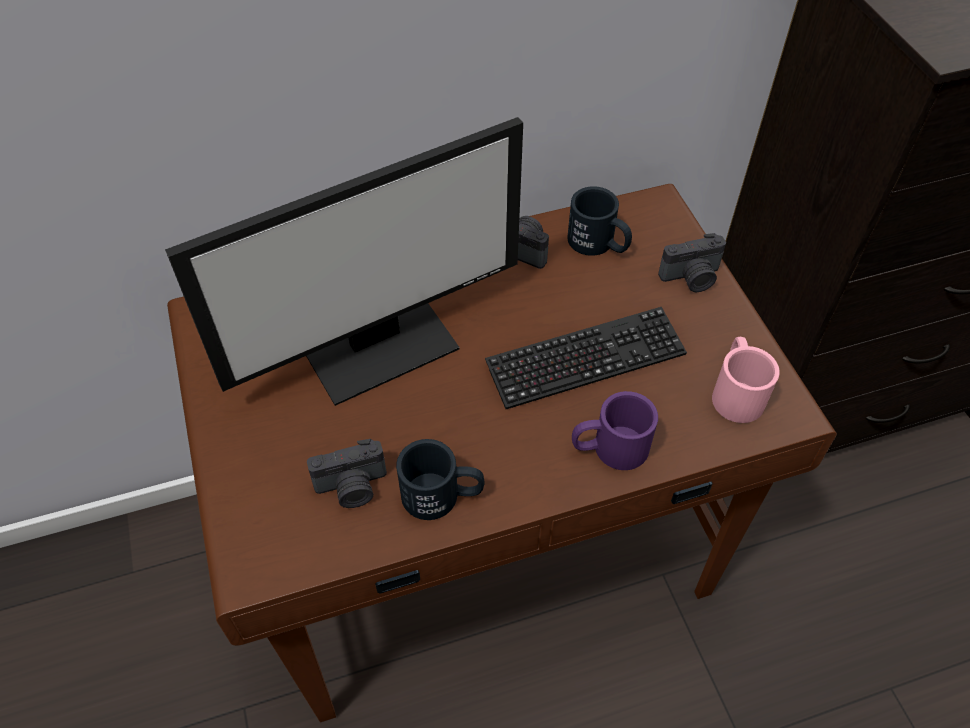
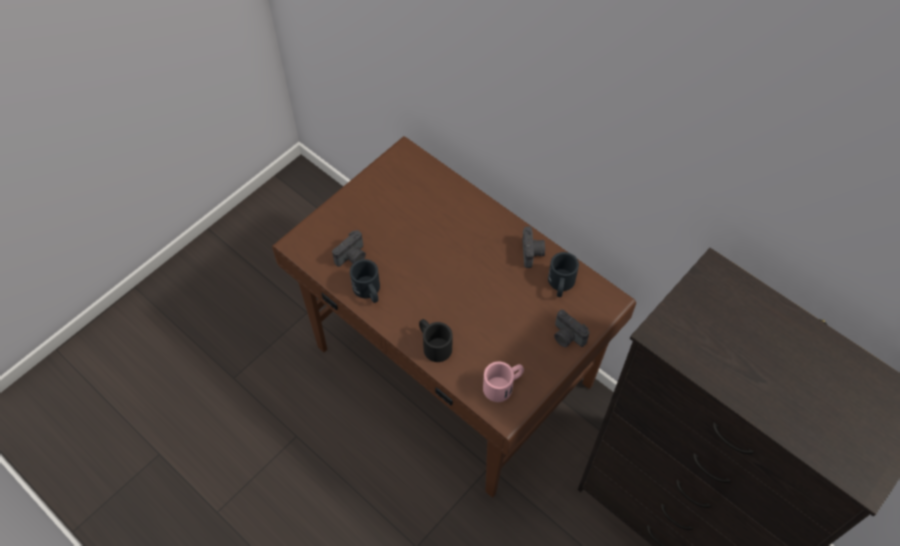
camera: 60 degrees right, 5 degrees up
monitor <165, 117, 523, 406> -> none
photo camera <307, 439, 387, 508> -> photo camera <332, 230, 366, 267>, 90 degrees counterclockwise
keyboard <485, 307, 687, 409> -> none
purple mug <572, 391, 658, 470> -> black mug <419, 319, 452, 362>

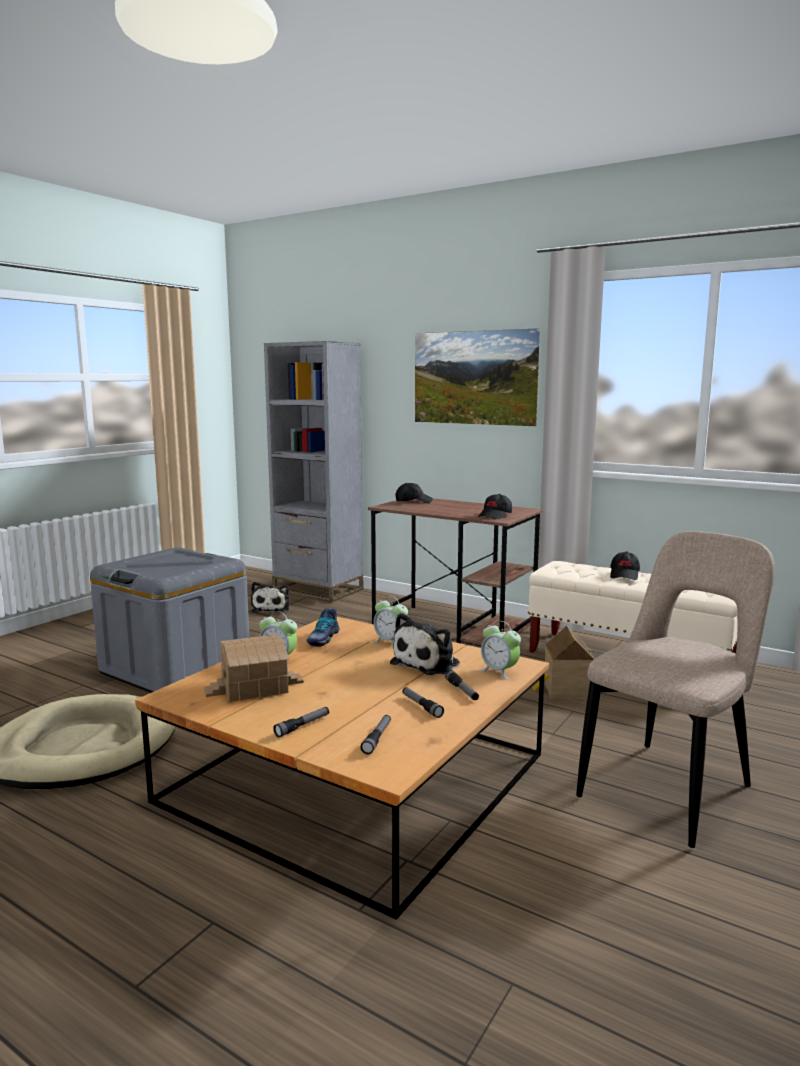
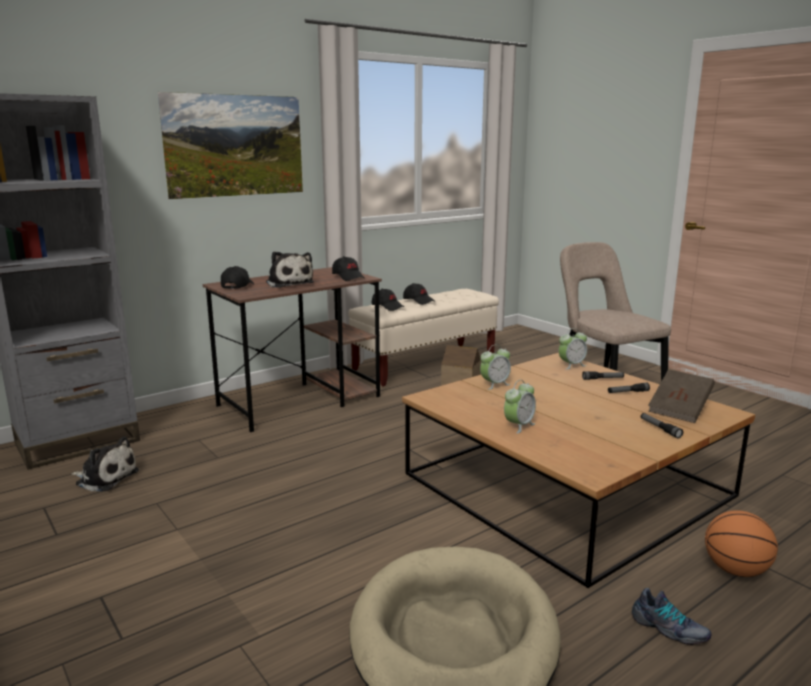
camera: 70 degrees left, 5 degrees up
grey storage box <90, 547, 249, 693> -> none
toy house <204, 635, 304, 702> -> none
shoe <306, 608, 339, 647> -> shoe <632, 588, 711, 645>, shifted
flashlight <360, 715, 391, 754> -> brown book <649, 369, 715, 423>
plush toy <390, 613, 460, 675> -> plush toy <266, 251, 314, 288>, shifted
none -> black cap <372, 289, 404, 311>
none -> basketball <705, 510, 778, 577>

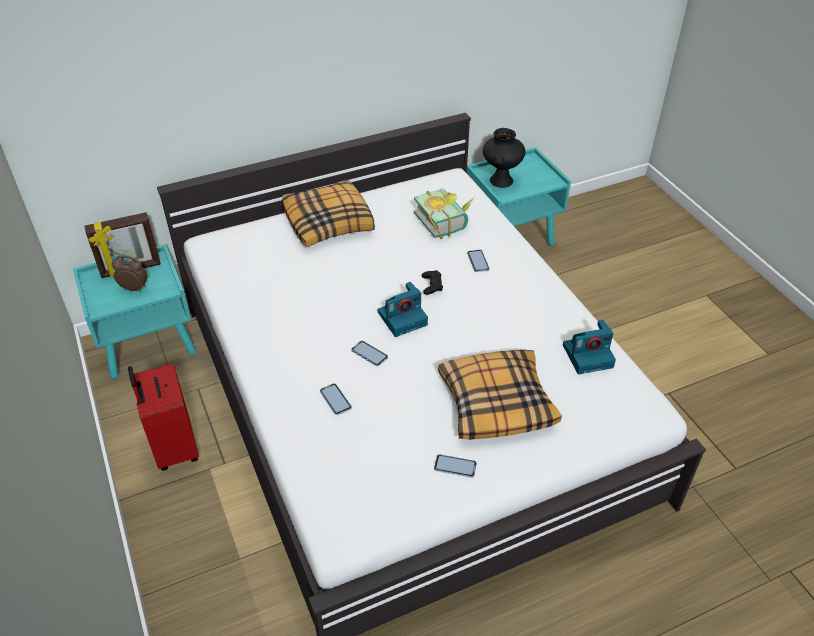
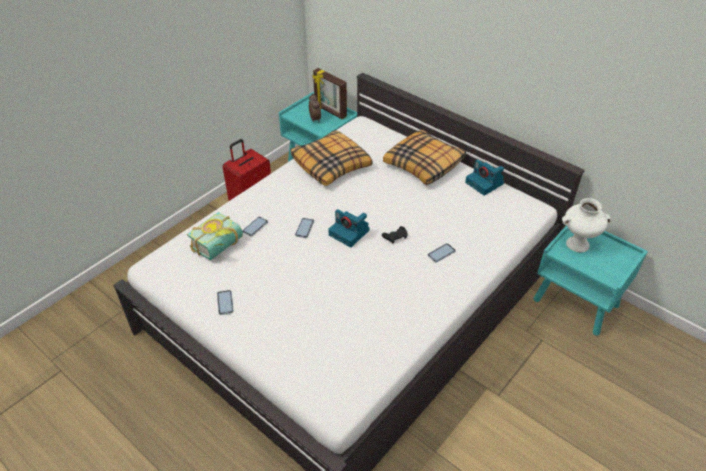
camera: 65 degrees right, 0 degrees up
book <414, 189, 473, 239> -> book <187, 212, 243, 260>, shifted
pillow <438, 350, 562, 440> -> pillow <291, 130, 372, 186>, shifted
black vase <483, 128, 526, 188> -> white vase <562, 198, 611, 252>
photo camera <563, 320, 616, 374> -> photo camera <465, 160, 504, 196>, shifted

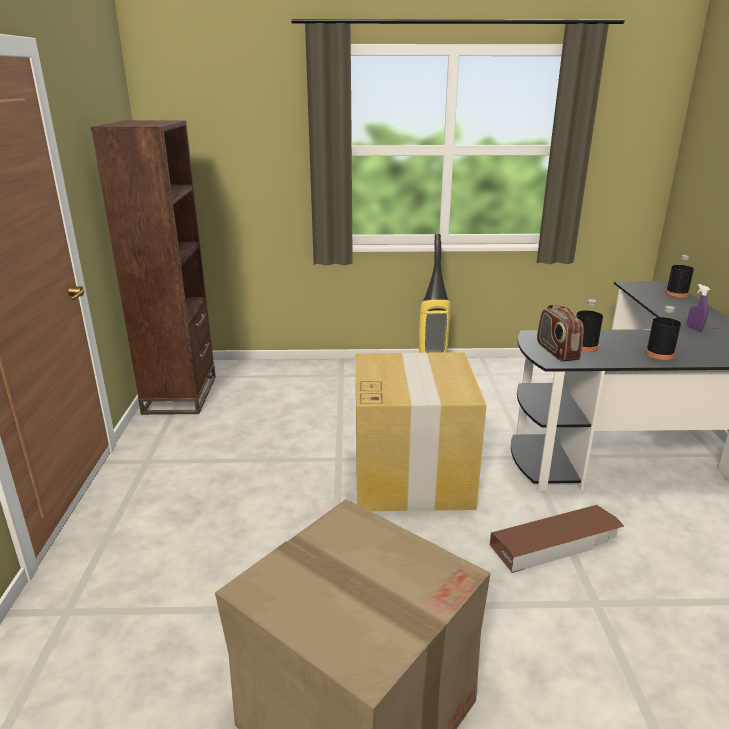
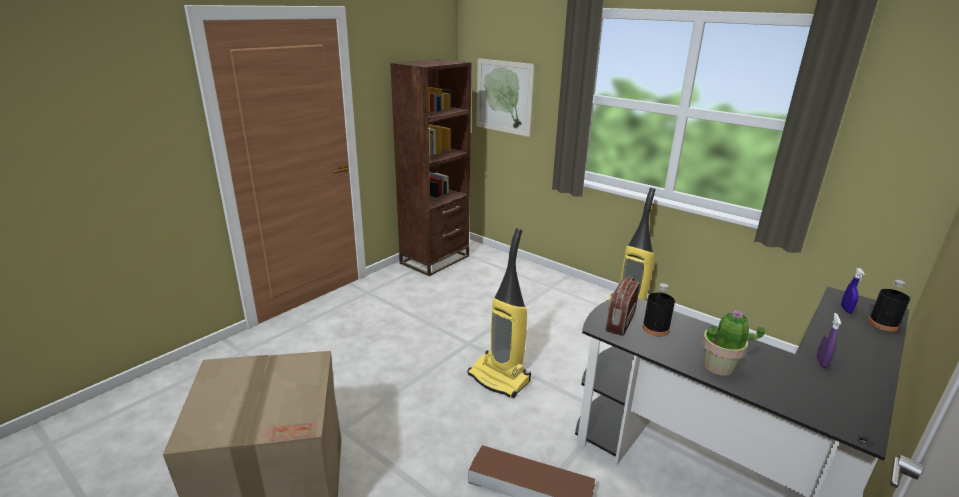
camera: 40 degrees right, 0 degrees up
cardboard box <356, 352, 487, 511> -> vacuum cleaner <467, 228, 531, 398>
black bottle <646, 306, 681, 360> -> potted plant <702, 310, 765, 376>
none -> picture <476, 58, 535, 137>
none -> blue spray bottle <841, 268, 865, 313>

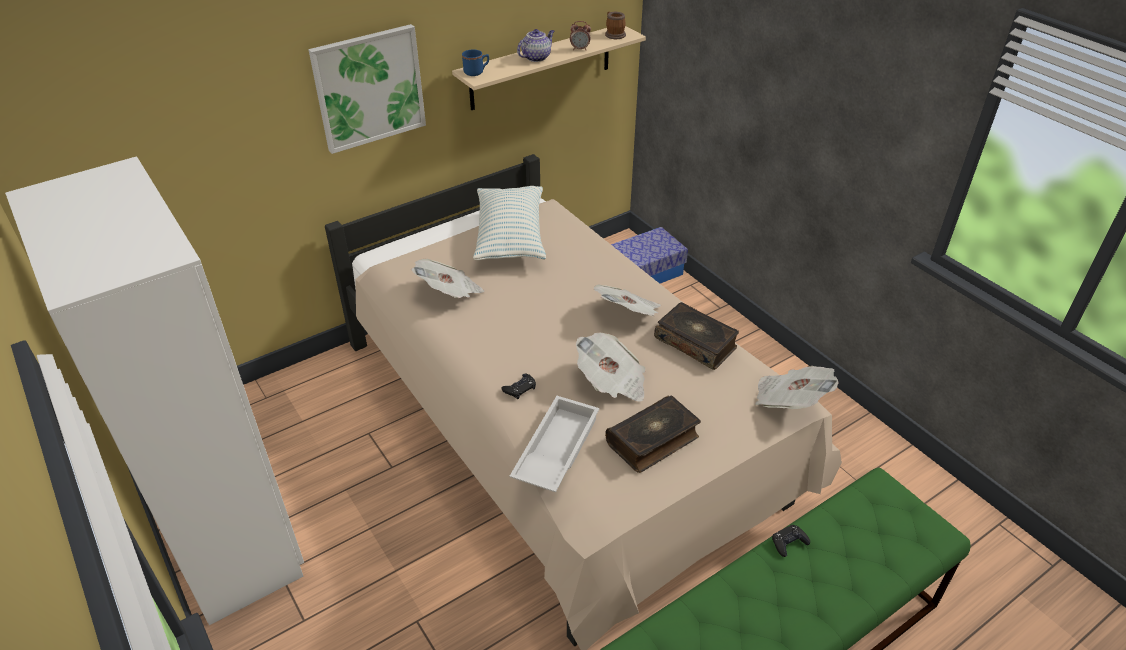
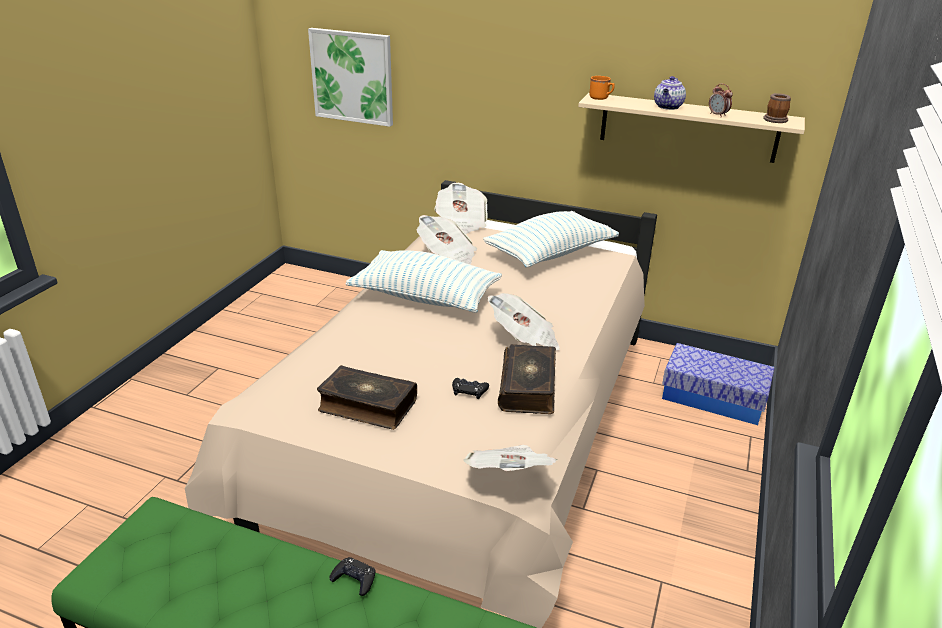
camera: 55 degrees right, 10 degrees down
white wardrobe <5, 156, 304, 625> -> none
picture <308, 24, 426, 154> -> picture <308, 28, 393, 127>, shifted
blue mug <462, 49, 489, 76> -> orange mug <589, 76, 615, 100>
black game controller <501, 374, 536, 399> -> black game controller <452, 378, 489, 399>, shifted
white tray <509, 396, 599, 492> -> none
teapot <517, 29, 554, 62> -> teapot <654, 76, 686, 110>, 105 degrees clockwise
newspaper <576, 333, 645, 402> -> newspaper <434, 183, 488, 234>, shifted
none -> pillow <346, 250, 502, 313>

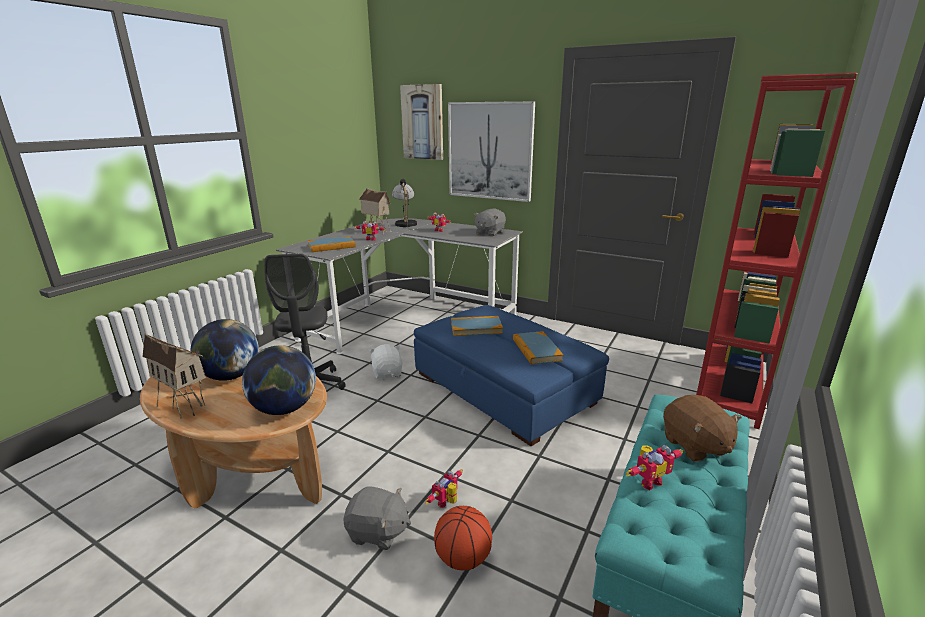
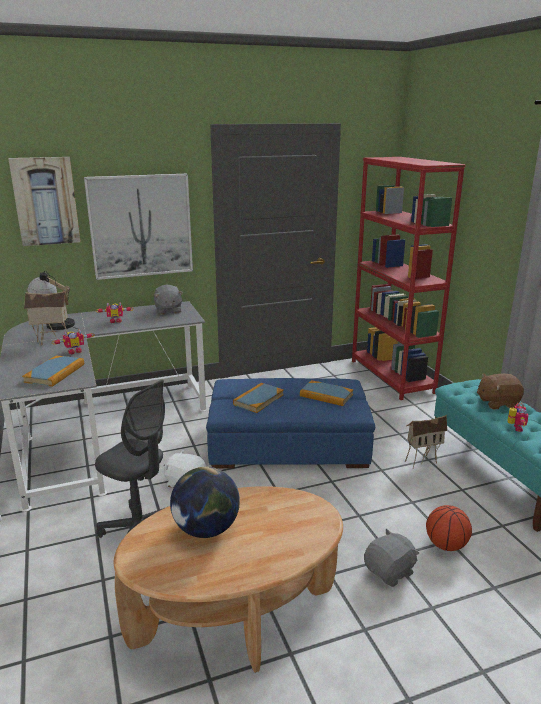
camera: 50 degrees left, 0 degrees up
toy house <143, 333, 206, 419> -> toy house <405, 415, 447, 468>, shifted
globe <242, 345, 316, 415> -> none
toy robot <425, 469, 463, 508> -> none
brown plush toy <663, 395, 742, 462> -> brown plush toy <477, 373, 524, 409>, 150 degrees clockwise

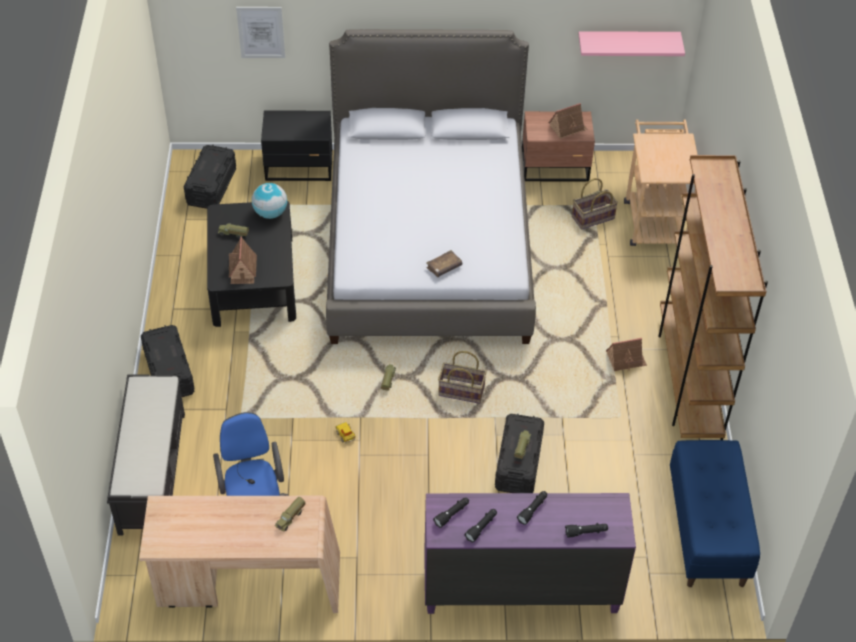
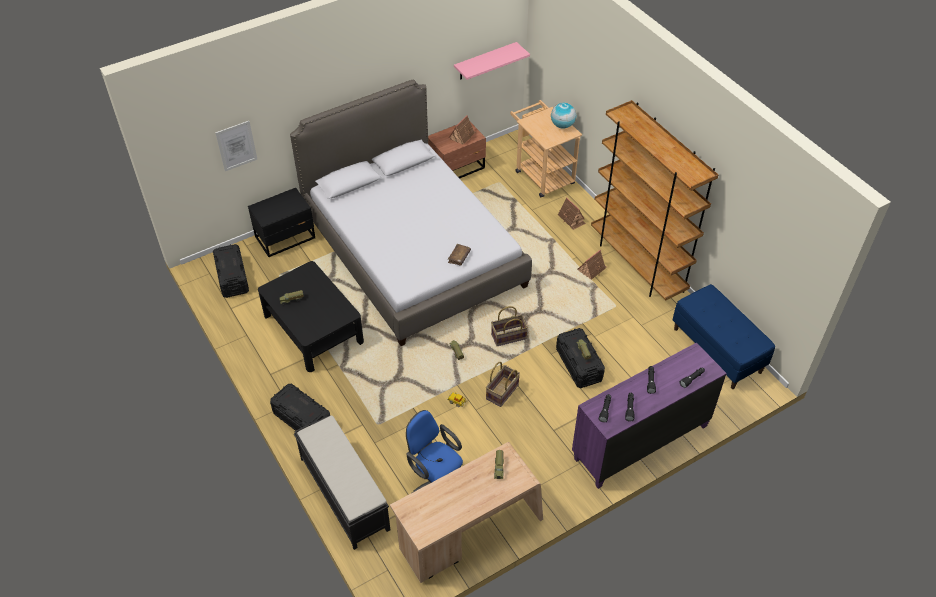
camera: 30 degrees left, 0 degrees up
toy house <229, 236, 257, 284> -> toy house <558, 197, 586, 230>, shifted
globe <252, 183, 287, 219> -> globe <551, 103, 576, 129>, shifted
basket <572, 178, 618, 229> -> basket <486, 362, 520, 407>, shifted

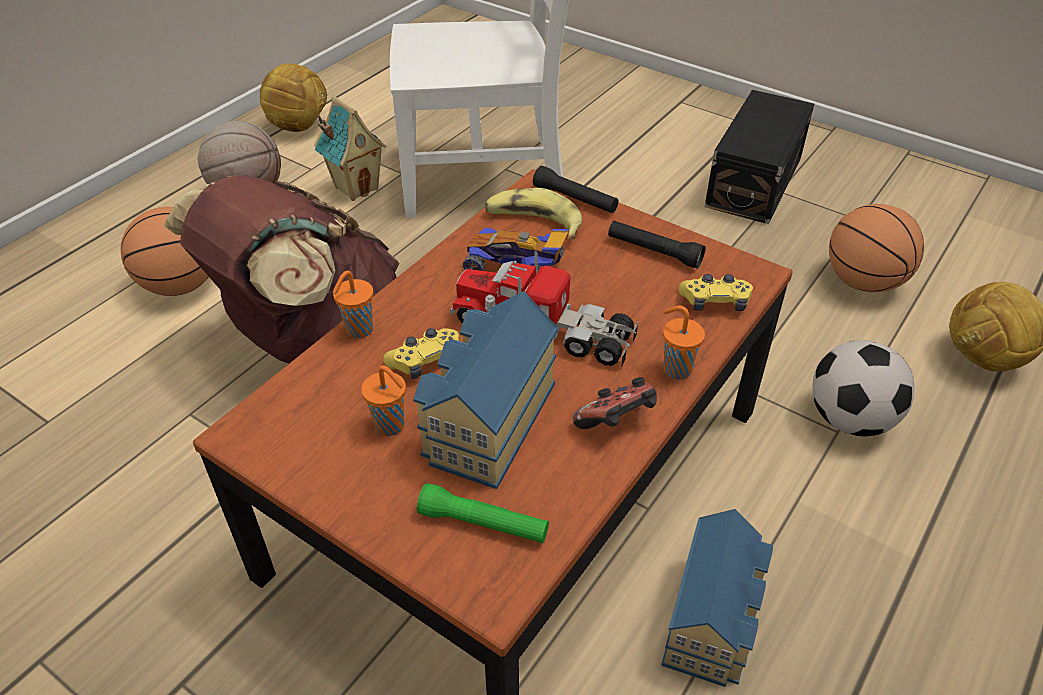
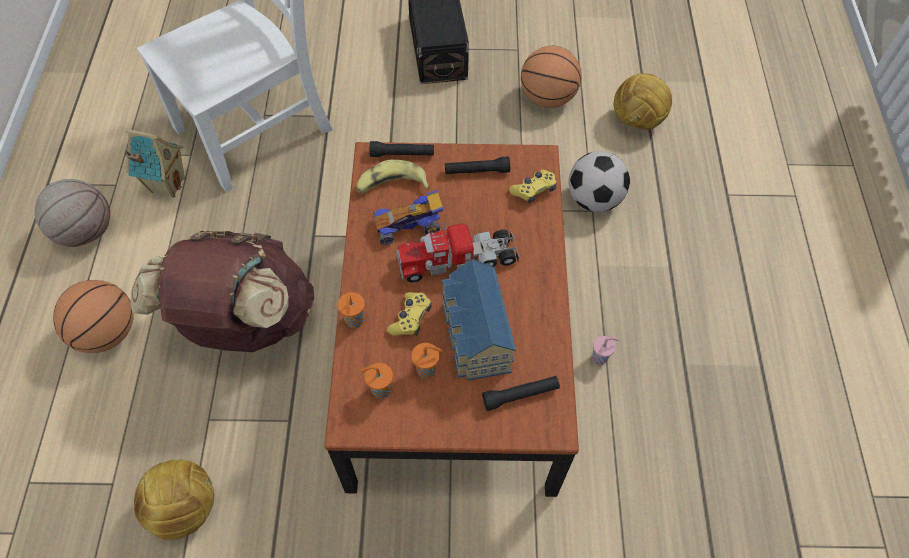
camera: 35 degrees left, 15 degrees up
football <260, 63, 327, 132> -> football <134, 460, 214, 540>, shifted
green flashlight <417, 483, 549, 544> -> black flashlight <482, 376, 560, 411>
game controller <573, 377, 657, 429> -> none
toy house <661, 509, 773, 687> -> pink cup <592, 336, 619, 365>
orange cup <663, 306, 705, 380> -> orange cup <361, 363, 393, 399>, shifted

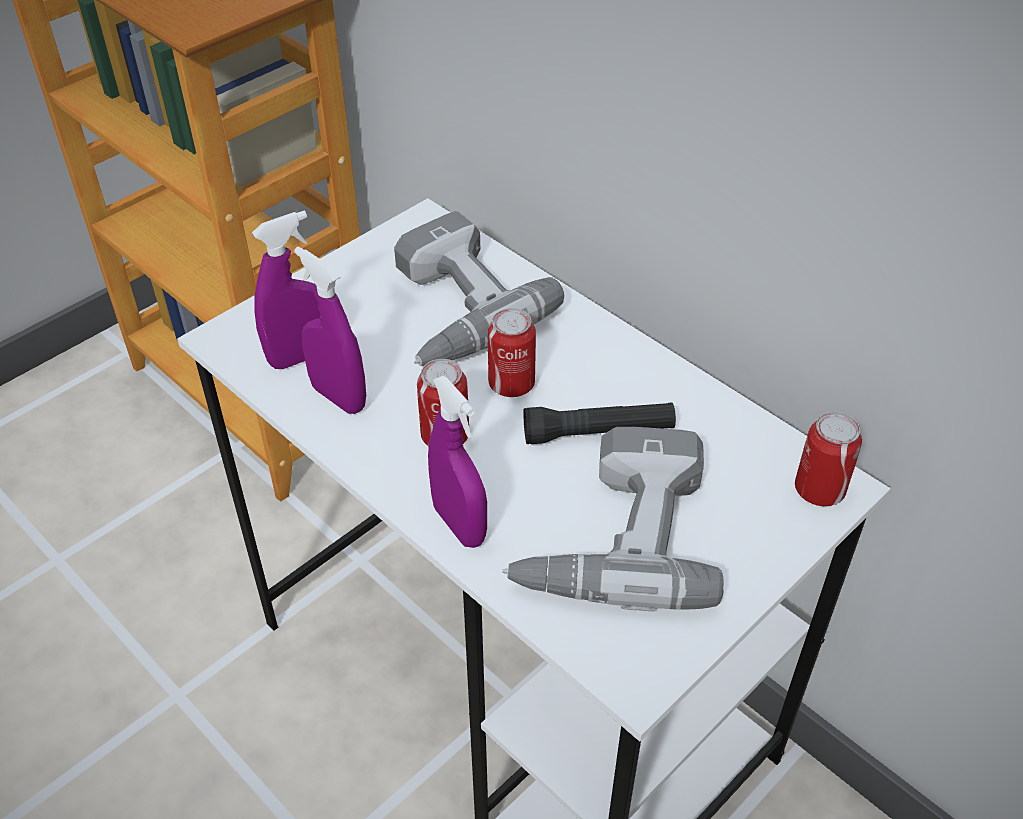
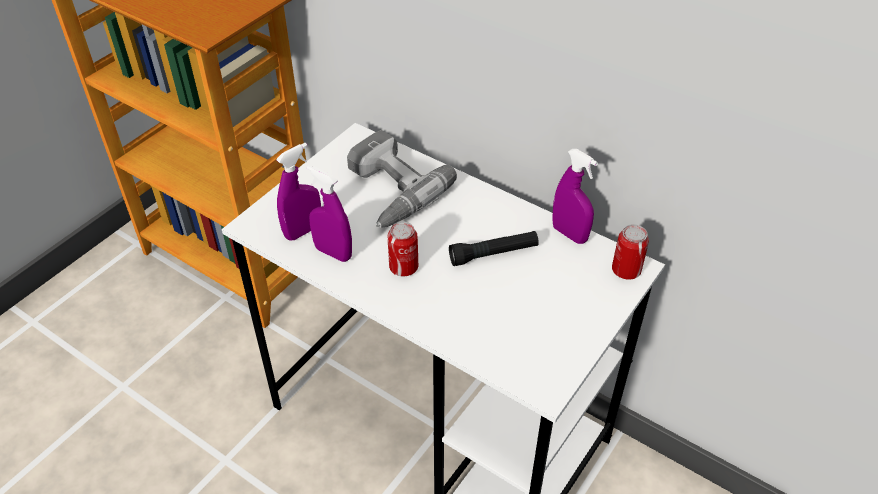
camera: 10 degrees left, 0 degrees up
purple spray bottle <428, 376, 487, 548> -> purple spray bottle <552, 149, 598, 244>, shifted
can <488, 308, 536, 397> -> none
power drill <502, 427, 723, 612> -> none

